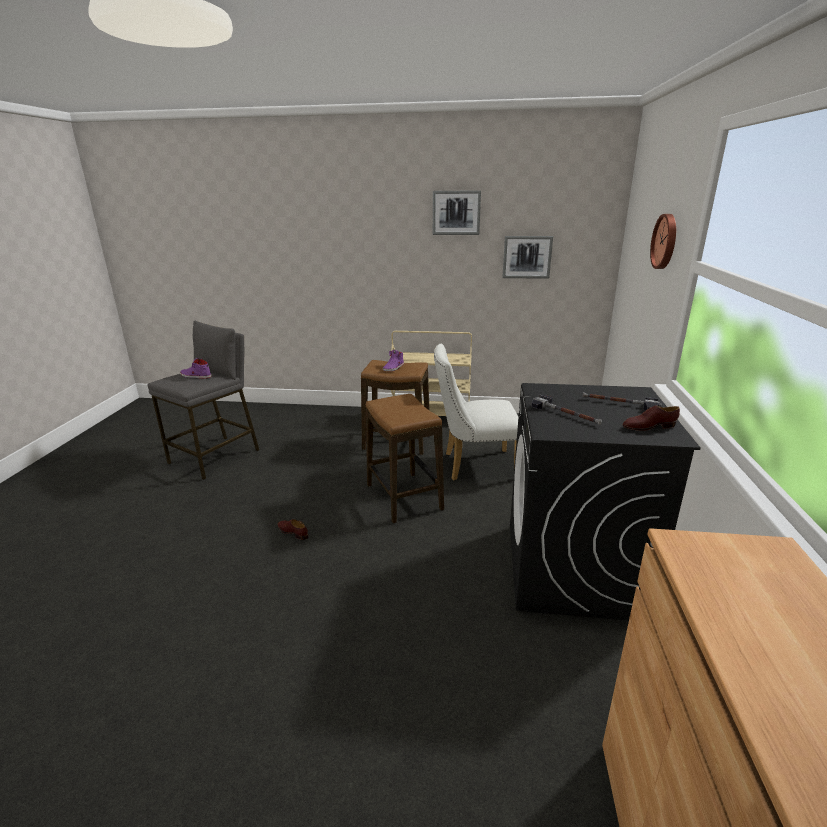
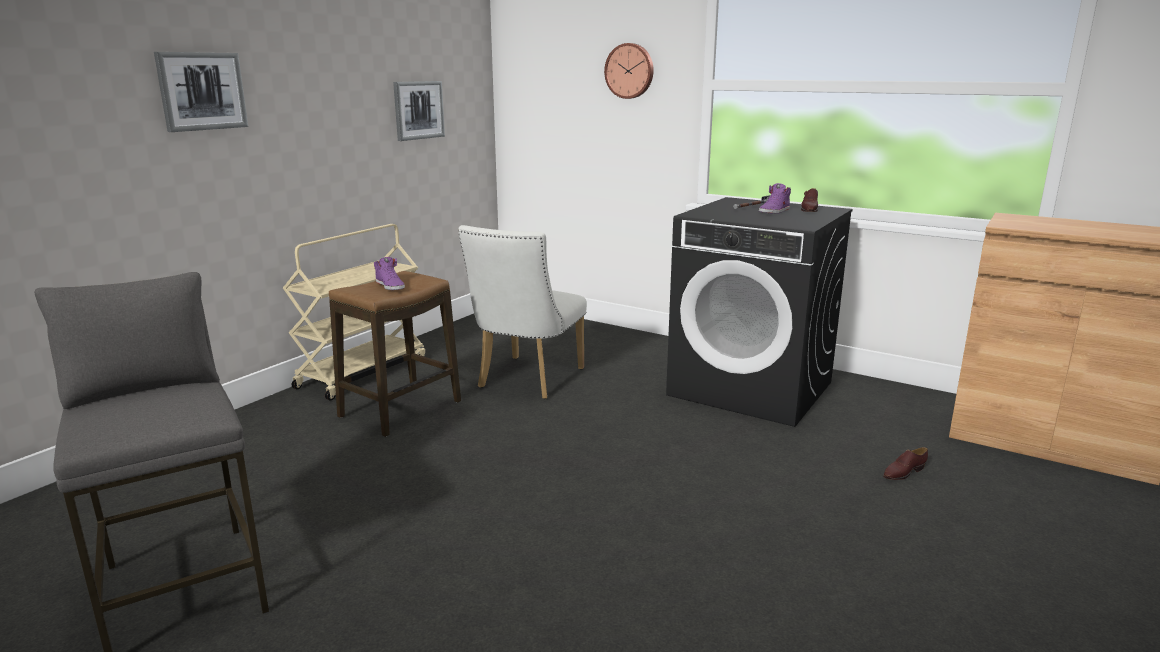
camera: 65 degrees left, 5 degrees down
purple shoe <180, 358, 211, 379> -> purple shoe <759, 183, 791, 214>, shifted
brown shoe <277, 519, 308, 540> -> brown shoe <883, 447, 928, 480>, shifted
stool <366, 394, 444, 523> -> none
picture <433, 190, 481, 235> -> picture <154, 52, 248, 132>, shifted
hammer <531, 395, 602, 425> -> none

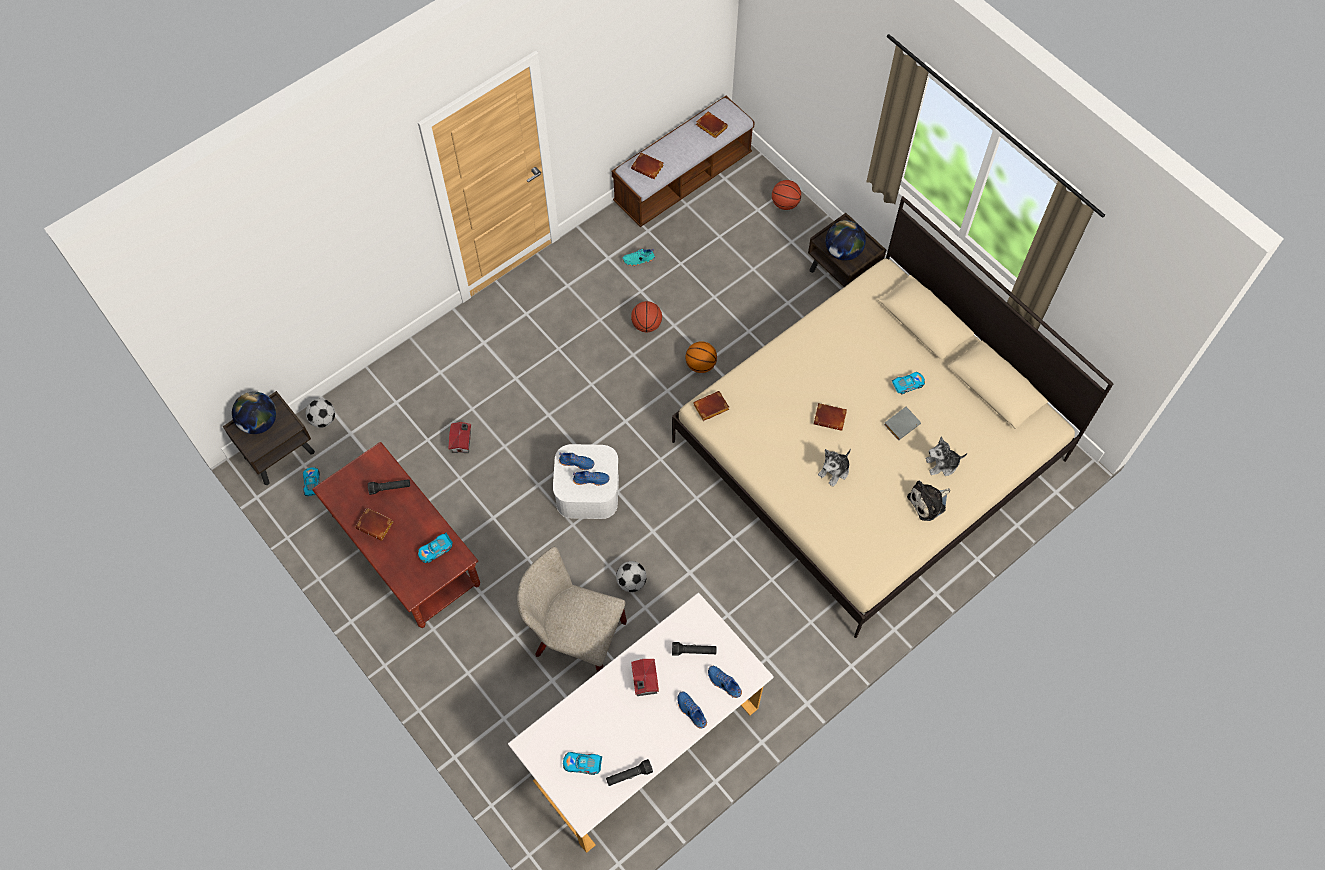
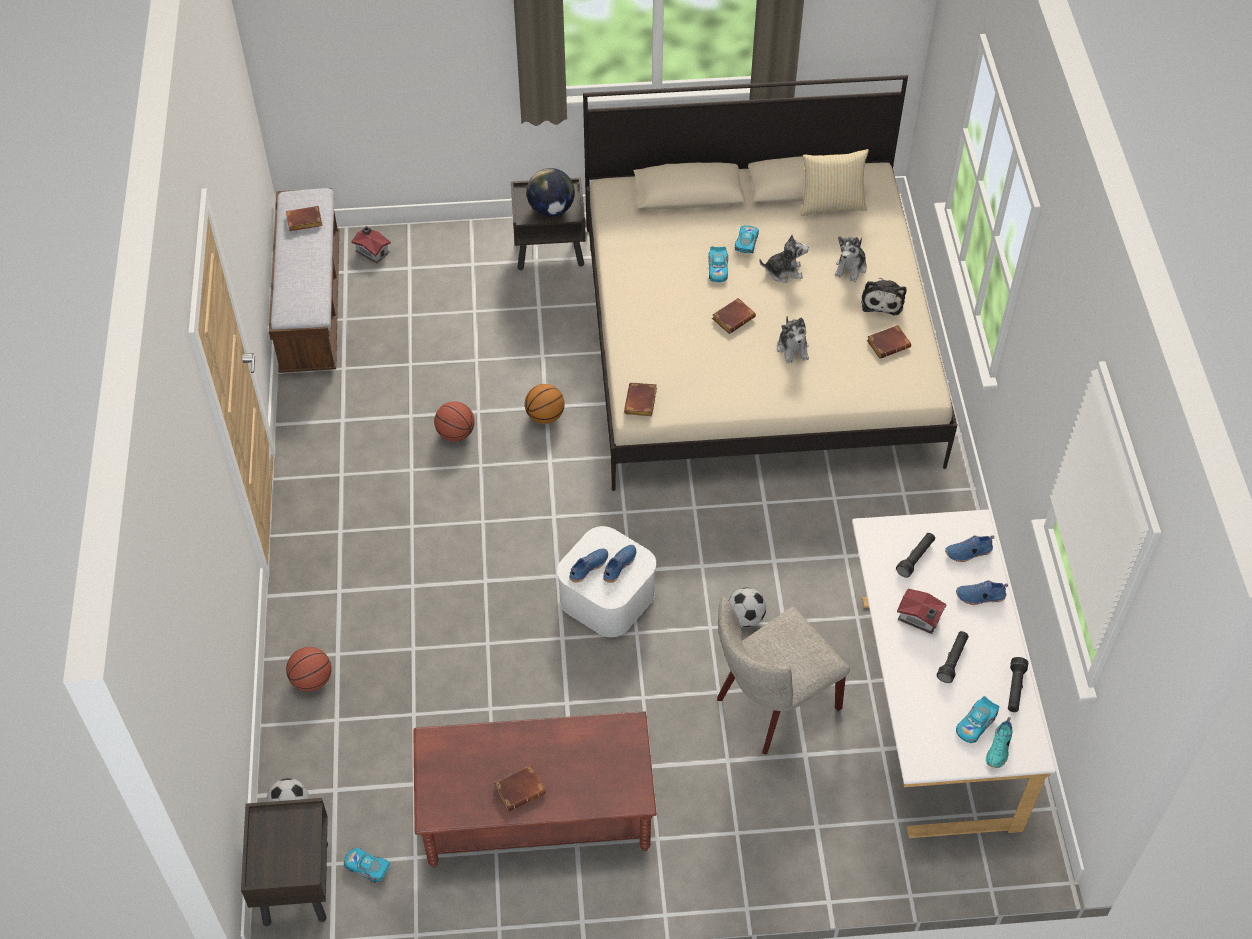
camera: 55 degrees left, 10 degrees down
globe <232, 392, 276, 434> -> none
black flashlight <368, 479, 410, 495> -> black flashlight <937, 631, 969, 683>, shifted
toy car <418, 533, 453, 563> -> toy car <708, 246, 728, 282>, shifted
toy house <449, 422, 471, 453> -> toy house <351, 226, 391, 263>, shifted
turquoise shoe <622, 249, 655, 266> -> turquoise shoe <986, 717, 1012, 768>, shifted
brown book <631, 152, 664, 179> -> brown book <867, 325, 911, 359>, shifted
basketball <772, 180, 801, 210> -> basketball <286, 647, 331, 692>, shifted
grey book <884, 407, 921, 440> -> plush toy <759, 234, 809, 283>
none -> pillow <801, 149, 869, 216>

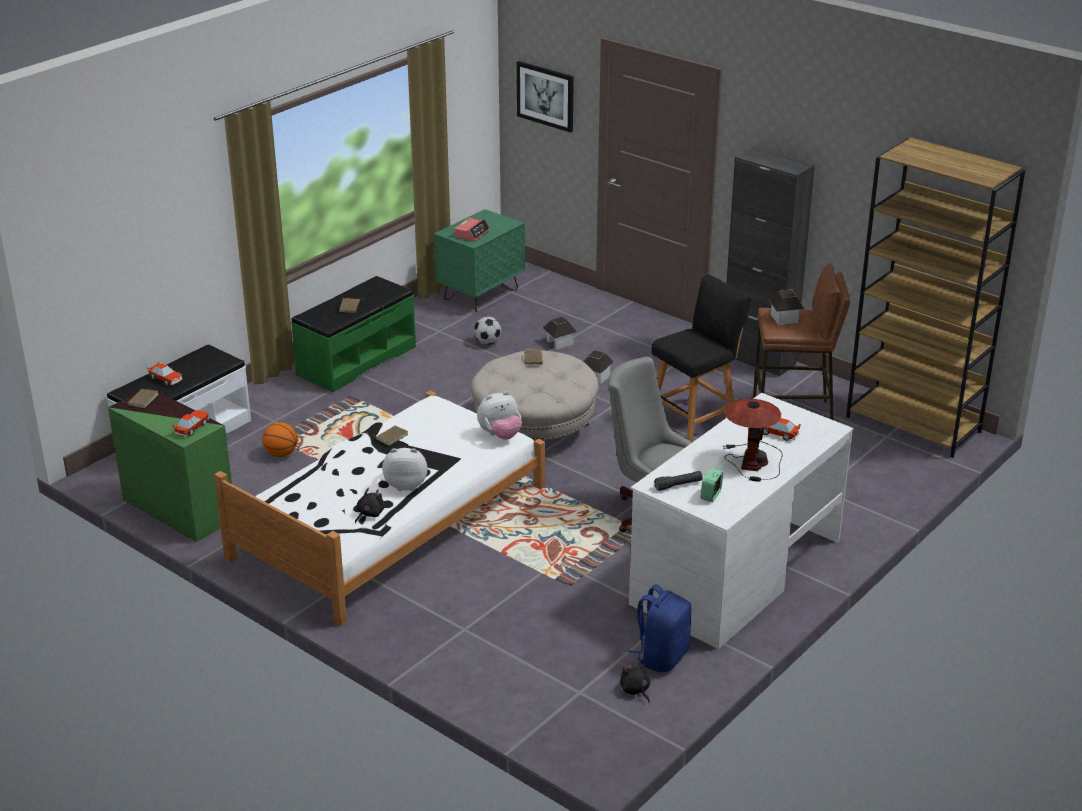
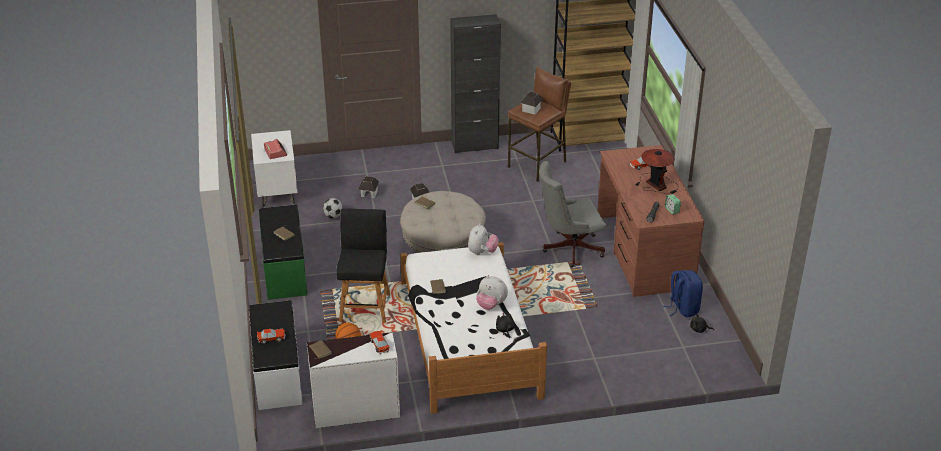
camera: 50 degrees left, 5 degrees up
green dresser <108, 387, 232, 542> -> white dresser <307, 332, 400, 428>
plush toy <382, 448, 428, 491> -> plush toy <476, 276, 508, 310>, 105 degrees counterclockwise
green nightstand <434, 209, 525, 312> -> white nightstand <251, 130, 298, 207>
picture <517, 61, 574, 133> -> none
white desk <629, 393, 854, 649> -> brown desk <597, 145, 705, 297>
black stool <651, 275, 750, 442> -> black stool <337, 209, 390, 323>, shifted

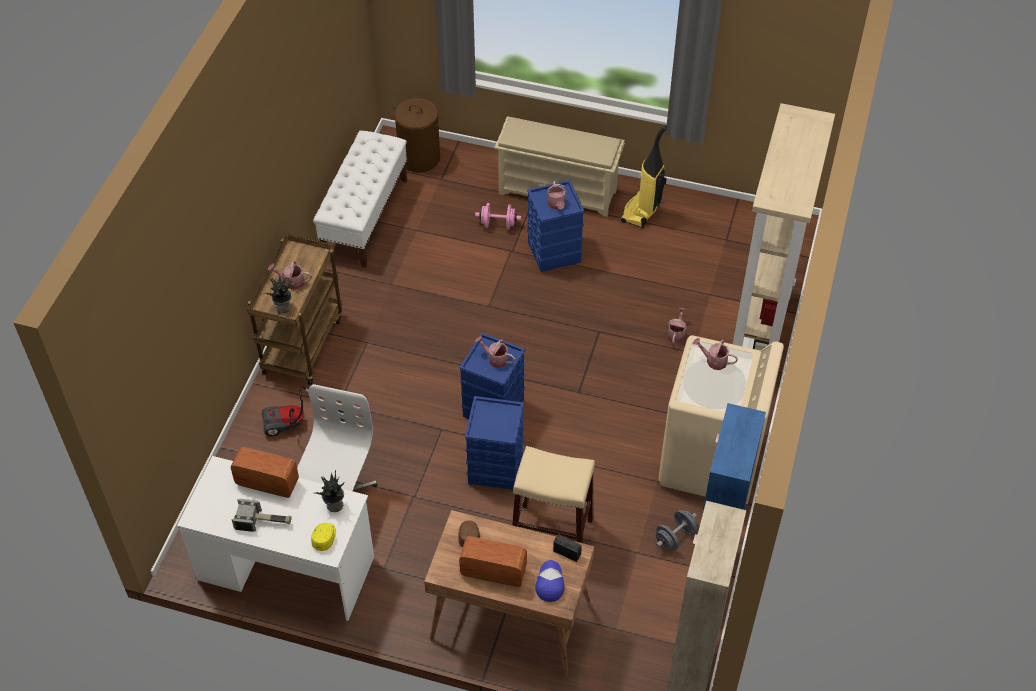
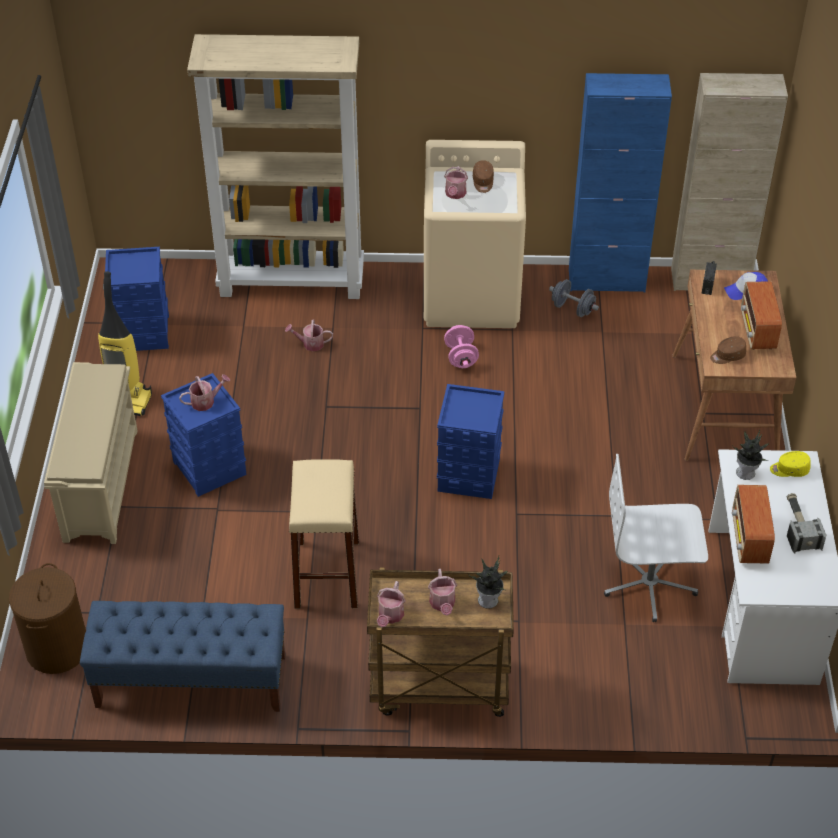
camera: 105 degrees left, 5 degrees down
vacuum cleaner <262, 386, 345, 436> -> none
white bench <313, 130, 407, 268> -> blue bench <80, 601, 285, 712>
blue storage box <465, 396, 524, 491> -> blue storage box <105, 247, 169, 351>, shifted
pink dumbbell <475, 203, 521, 229> -> pink dumbbell <444, 325, 479, 368>, shifted
watering can <475, 336, 515, 368> -> watering can <377, 581, 406, 627>, shifted
beige stool <512, 446, 595, 543> -> beige stool <289, 459, 359, 609>, shifted
none -> brown cap <473, 160, 494, 193>

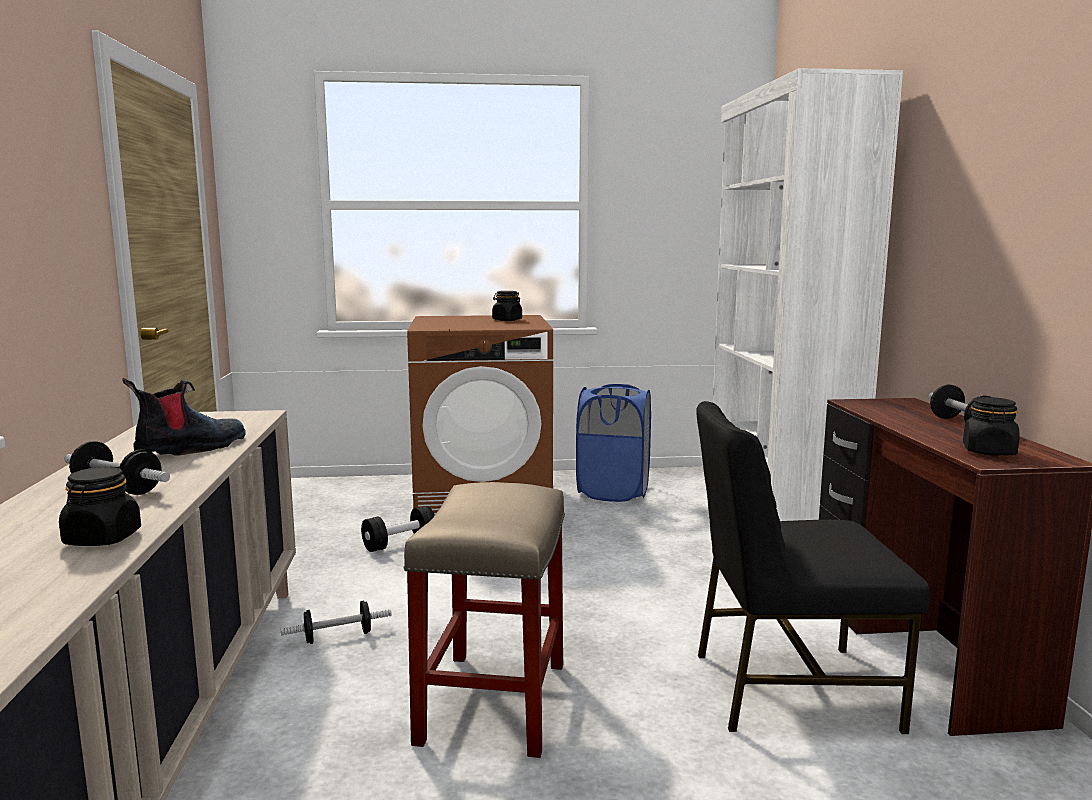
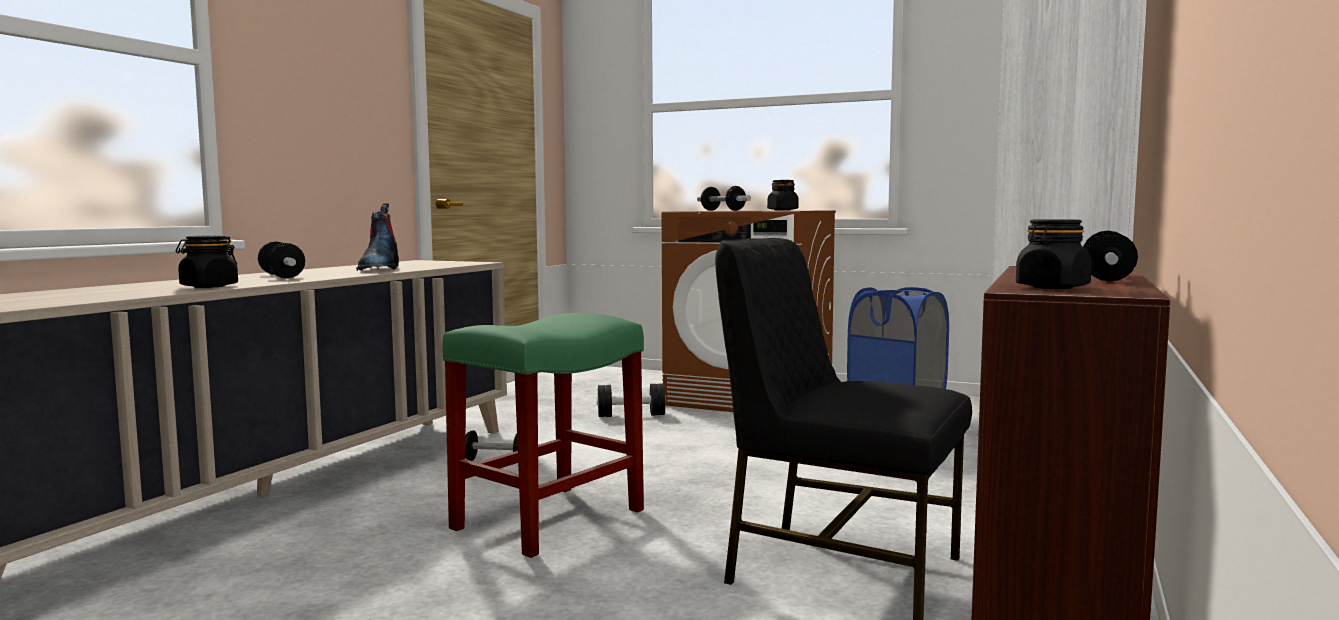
camera: 30 degrees right, 5 degrees down
boot <123, 378, 246, 456> -> boot <356, 203, 399, 271>, 105 degrees clockwise
beige stool <403, 482, 565, 758> -> green stool <442, 313, 644, 558>
none -> dumbbell <697, 186, 751, 211>

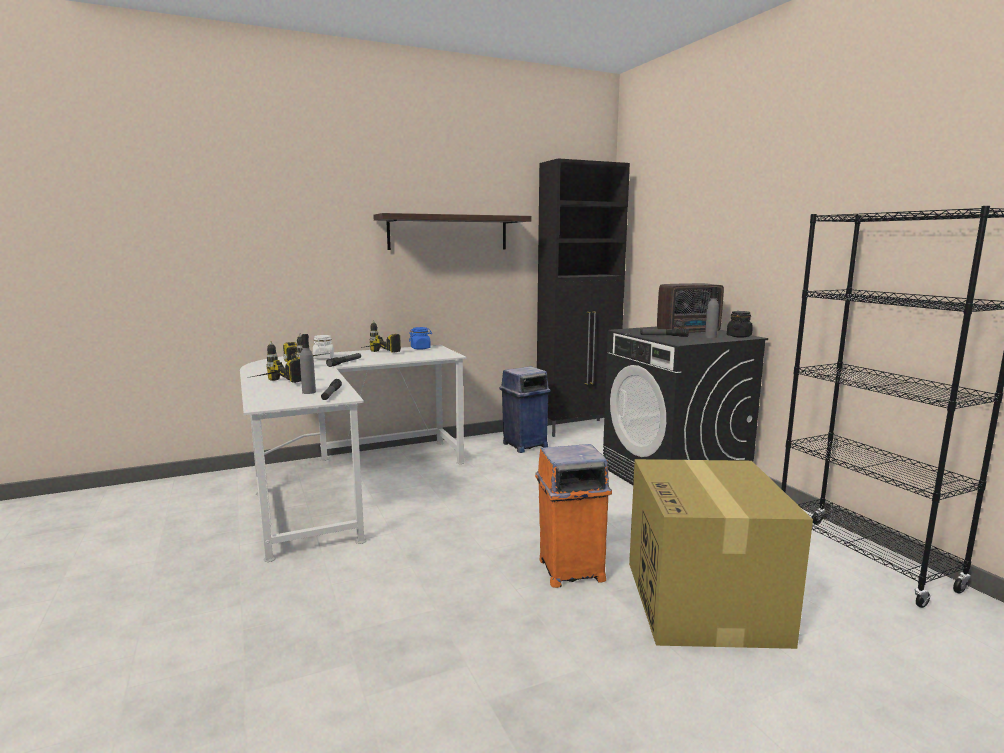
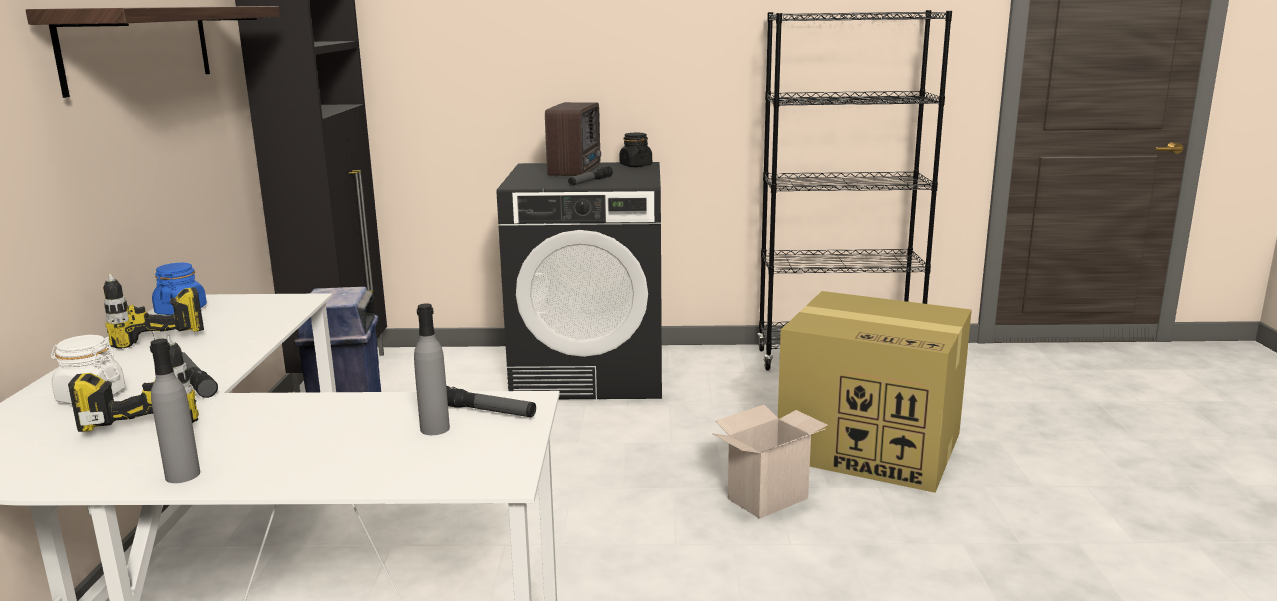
camera: 65 degrees left, 5 degrees up
power drill <252, 341, 301, 383> -> none
orange trash can <535, 444, 612, 588> -> cardboard box <712, 405, 827, 519>
grey bottle <705, 287, 719, 338> -> grey bottle <150, 339, 200, 483>, shifted

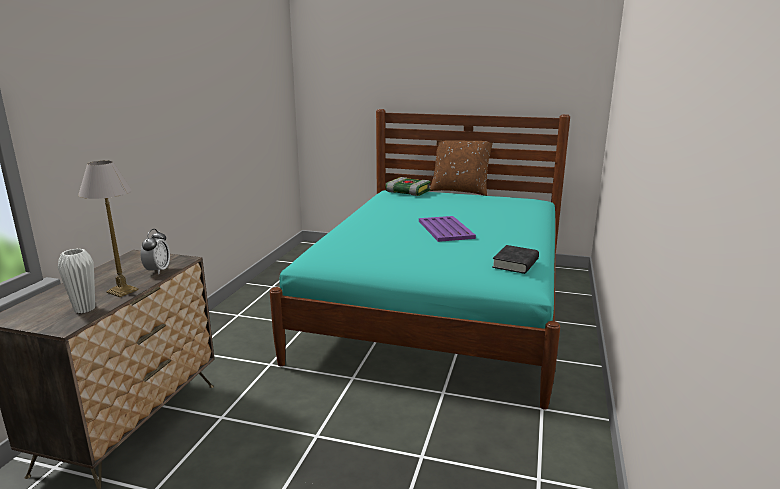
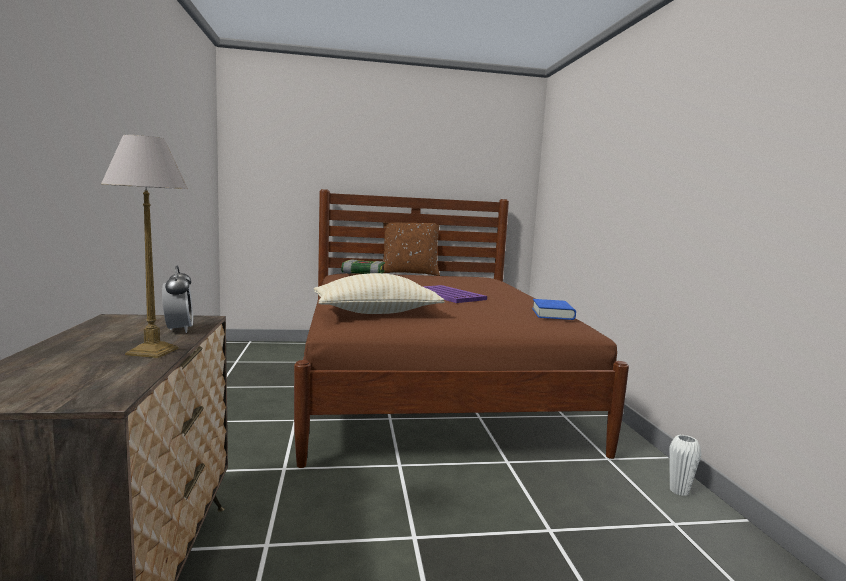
camera: 25 degrees left, 10 degrees down
white vase <58, 249, 95, 313> -> white vase <669, 435, 701, 496>, shifted
turquoise bed <270, 109, 570, 410> -> brown bed <294, 189, 629, 468>
black book <492, 245, 539, 274> -> blue book <532, 299, 576, 320>
none -> beige pillow <314, 273, 445, 314>

